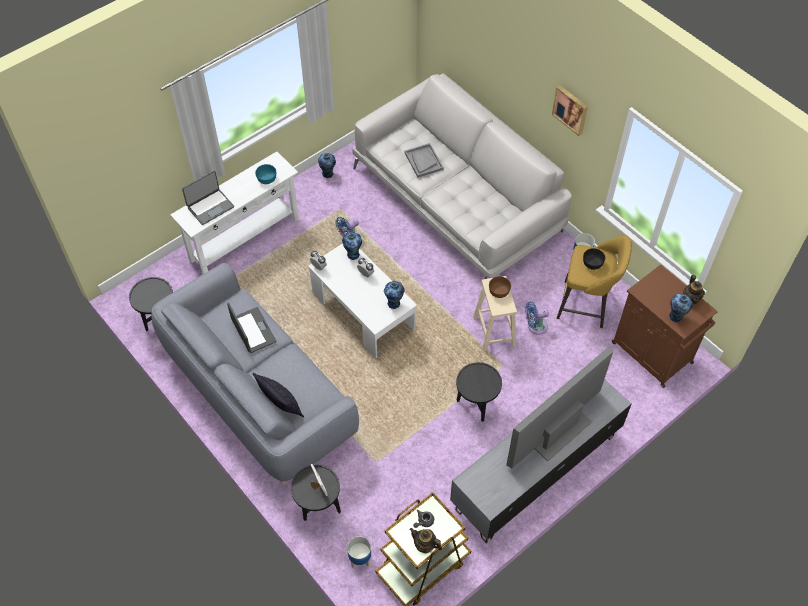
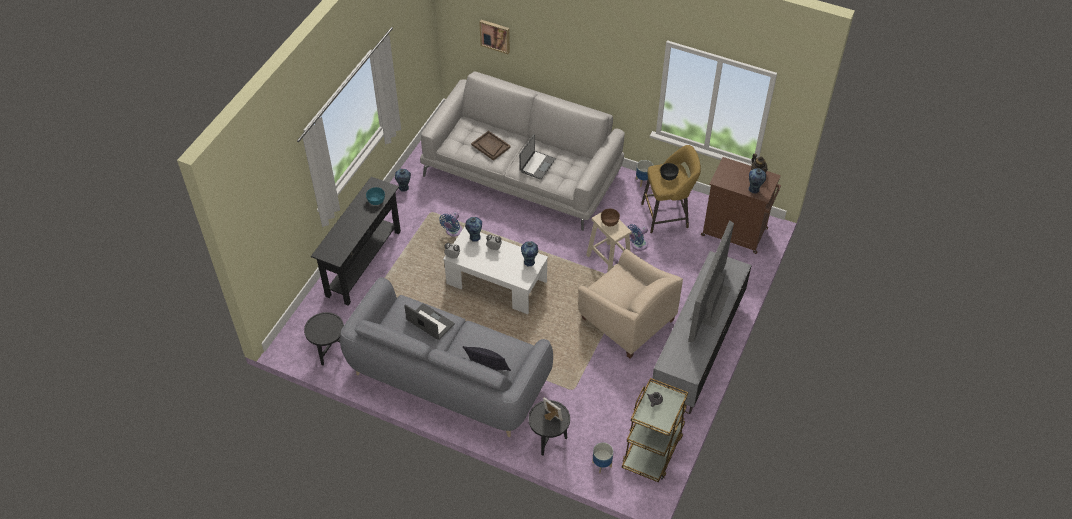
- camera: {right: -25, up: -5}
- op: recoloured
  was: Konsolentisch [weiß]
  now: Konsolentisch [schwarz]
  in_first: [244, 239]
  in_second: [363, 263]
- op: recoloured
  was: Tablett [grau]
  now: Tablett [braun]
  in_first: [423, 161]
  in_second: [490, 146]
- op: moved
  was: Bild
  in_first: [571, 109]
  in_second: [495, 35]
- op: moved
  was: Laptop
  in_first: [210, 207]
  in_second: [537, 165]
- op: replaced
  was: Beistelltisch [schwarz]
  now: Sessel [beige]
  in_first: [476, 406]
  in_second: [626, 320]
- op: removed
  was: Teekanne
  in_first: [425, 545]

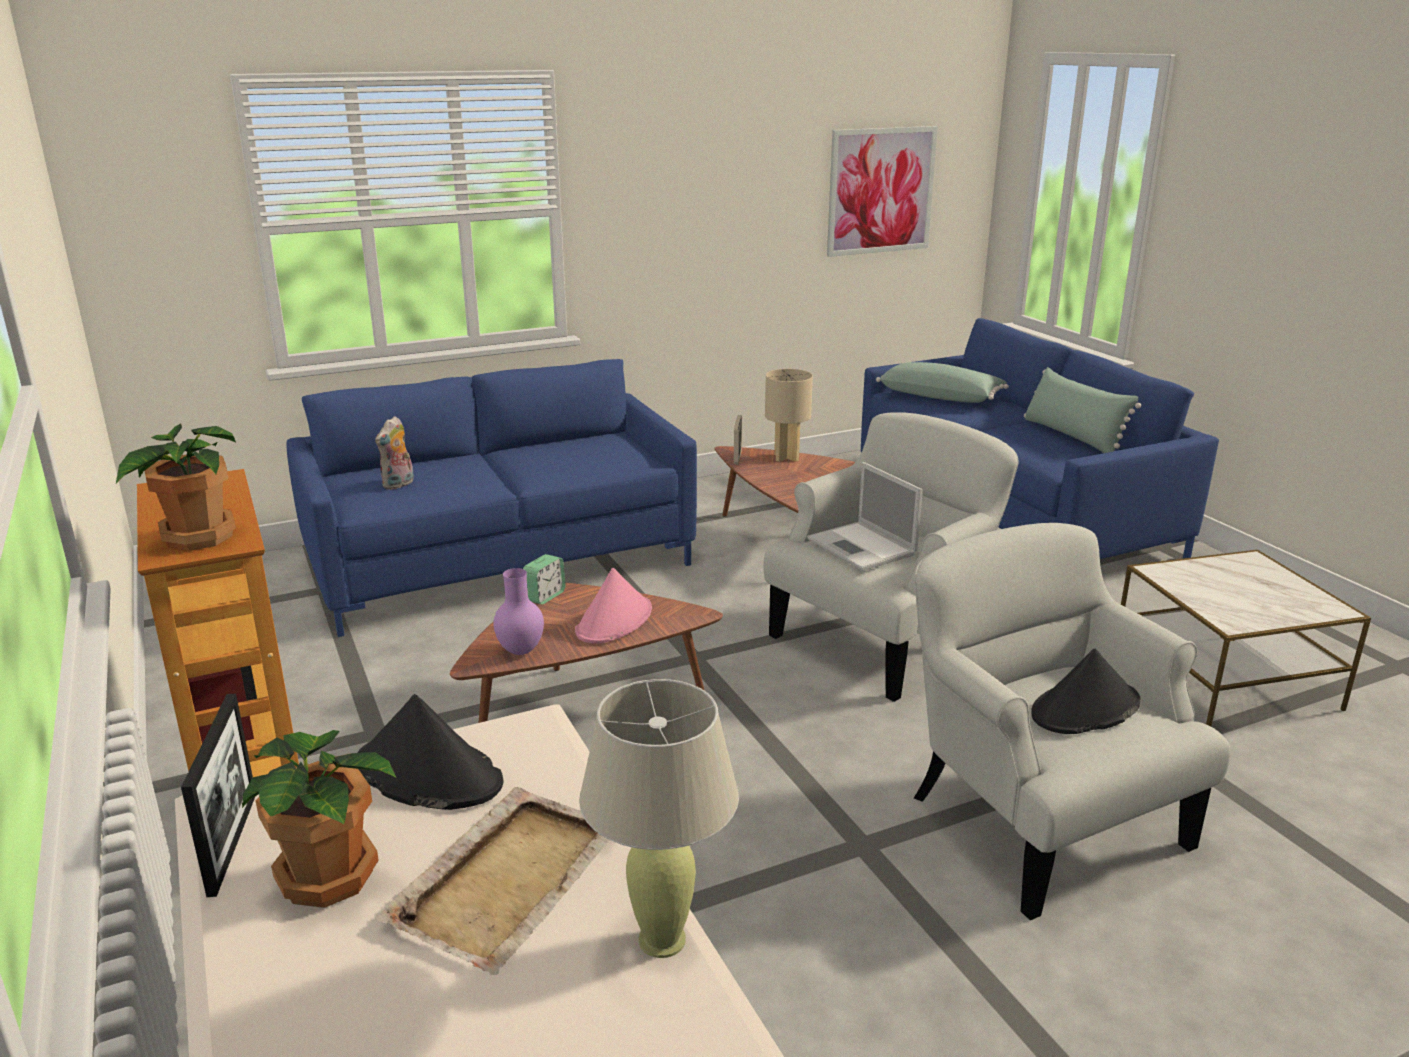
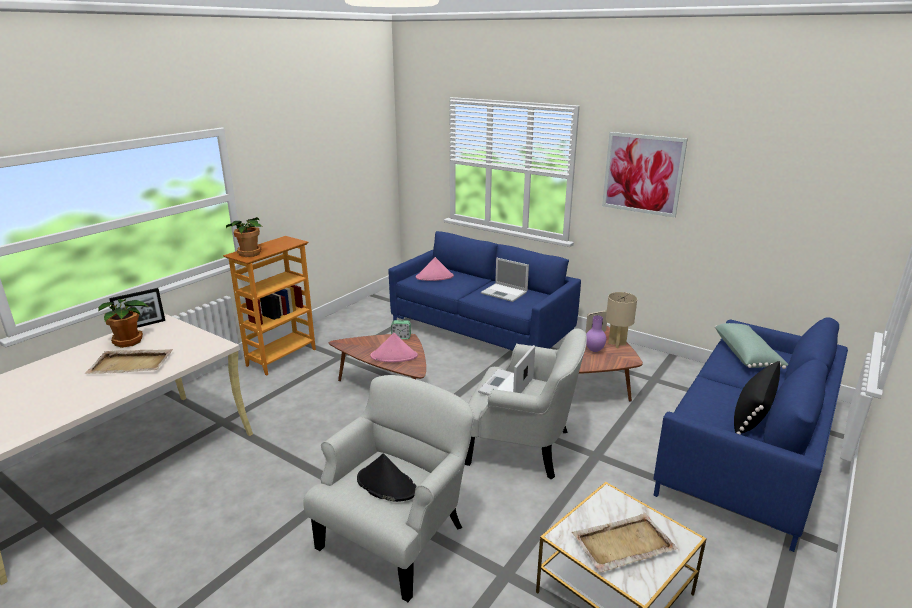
- camera: {right: 60, up: 0}
- op: replaced
  was: Plüschtier
  now: Hut [rosa]
  in_first: [399, 484]
  in_second: [434, 277]
- op: added
  now: Laptop
  in_second: [505, 293]
- op: added
  now: Tablett [beige]
  in_second: [622, 544]
- op: moved
  was: Vase [lila]
  in_first: [520, 651]
  in_second: [594, 350]
- op: moved
  was: Bild
  in_first: [881, 191]
  in_second: [642, 174]
- op: recoloured
  was: Kissen [grün]
  now: Kissen [schwarz]
  in_first: [1072, 436]
  in_second: [752, 413]
- op: removed
  was: Hut [schwarz]
  in_first: [427, 774]
- op: removed
  was: Tischlampe [beige]
  in_first: [661, 939]

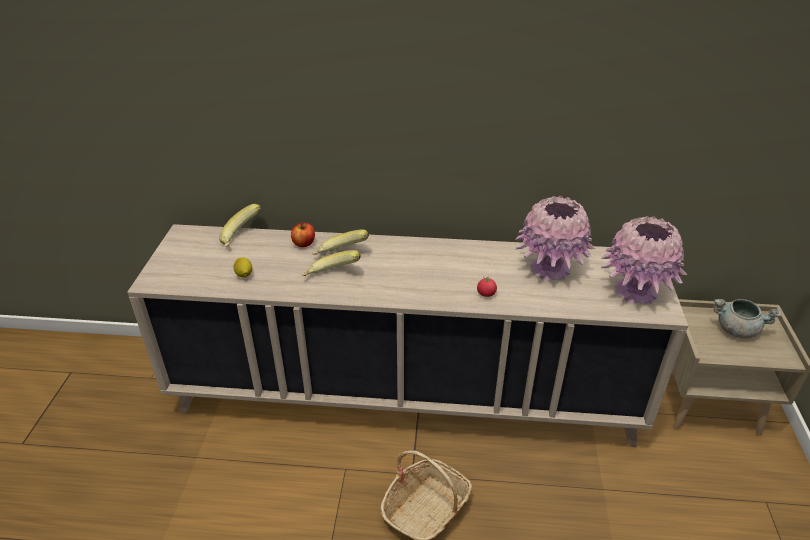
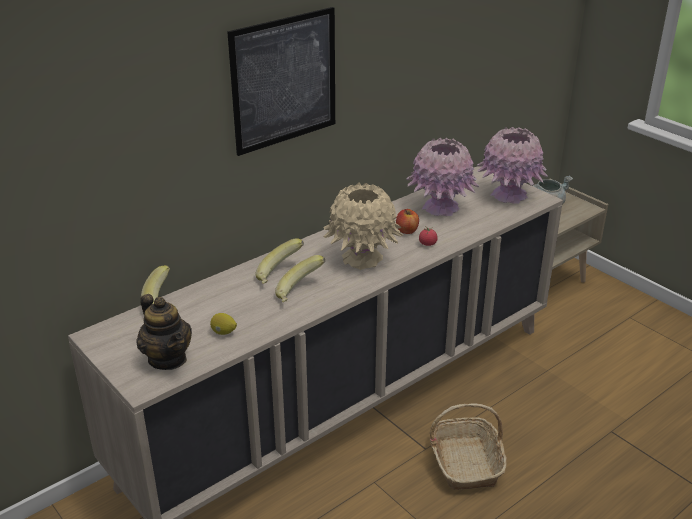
- camera: {right: -45, up: -5}
- op: added
  now: Teekanne
  in_second: [168, 359]
- op: added
  now: Bild
  in_second: [284, 80]
- op: added
  now: Vase [beige]
  in_second: [362, 258]
- op: moved
  was: Apfel
  in_first: [304, 243]
  in_second: [407, 230]

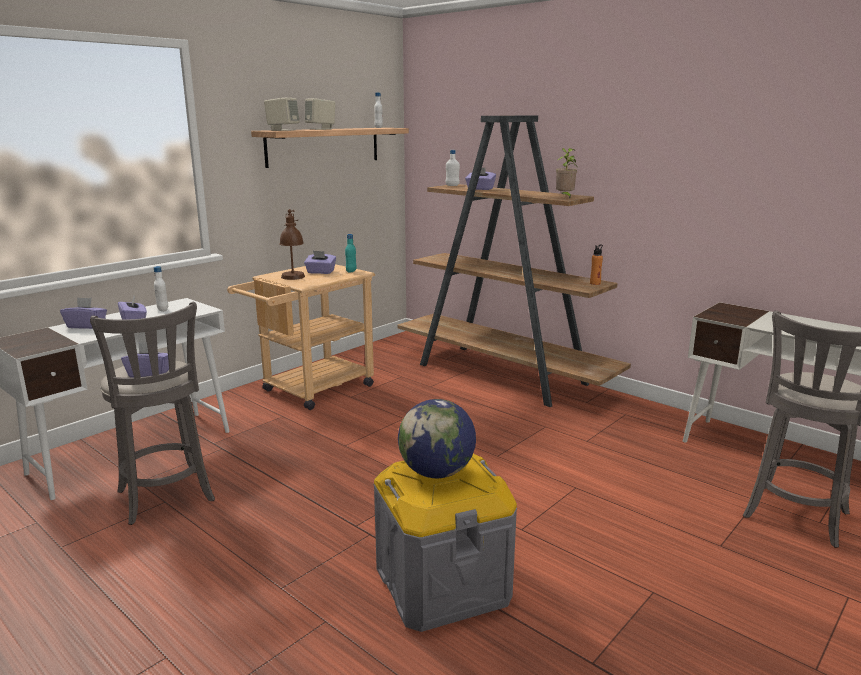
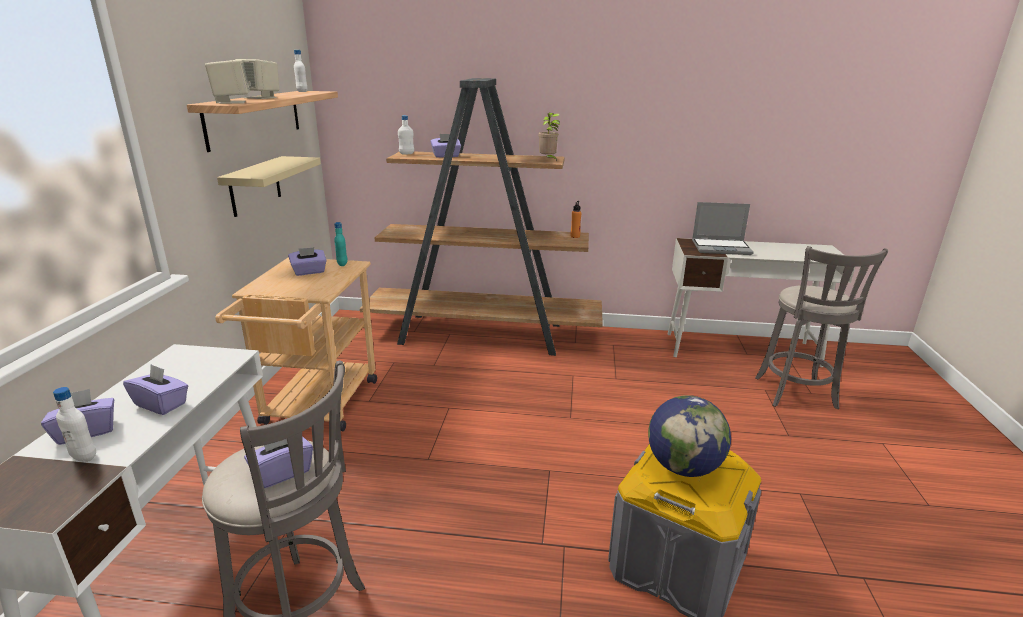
- camera: {right: -35, up: 5}
- op: moved
  was: Flasche [weiß]
  in_first: [163, 310]
  in_second: [84, 457]
- op: added
  now: Wandregal [beige]
  in_second: [255, 186]
- op: added
  now: Laptop
  in_second: [721, 248]
- op: removed
  was: Tischlampe [braun]
  in_first: [294, 279]

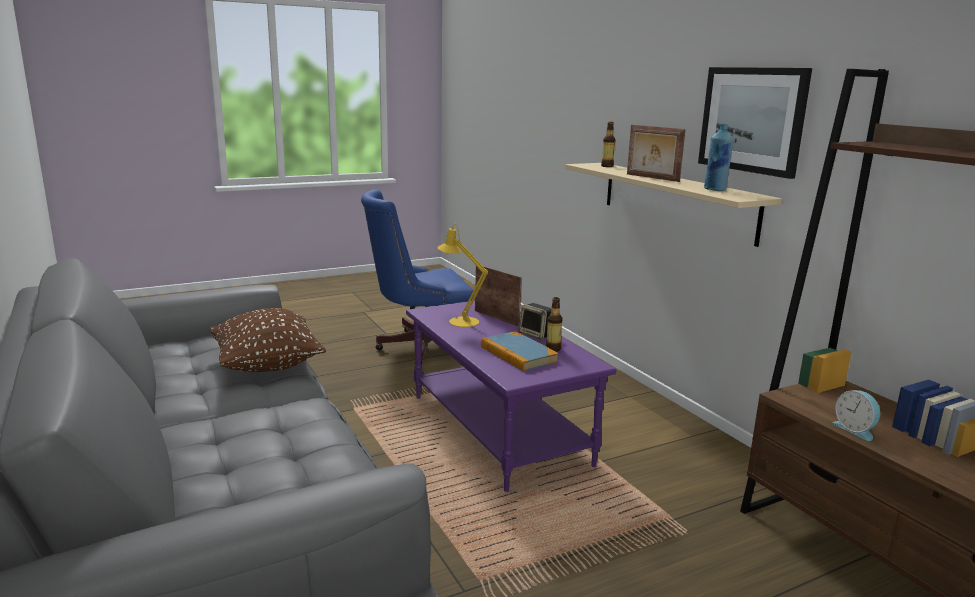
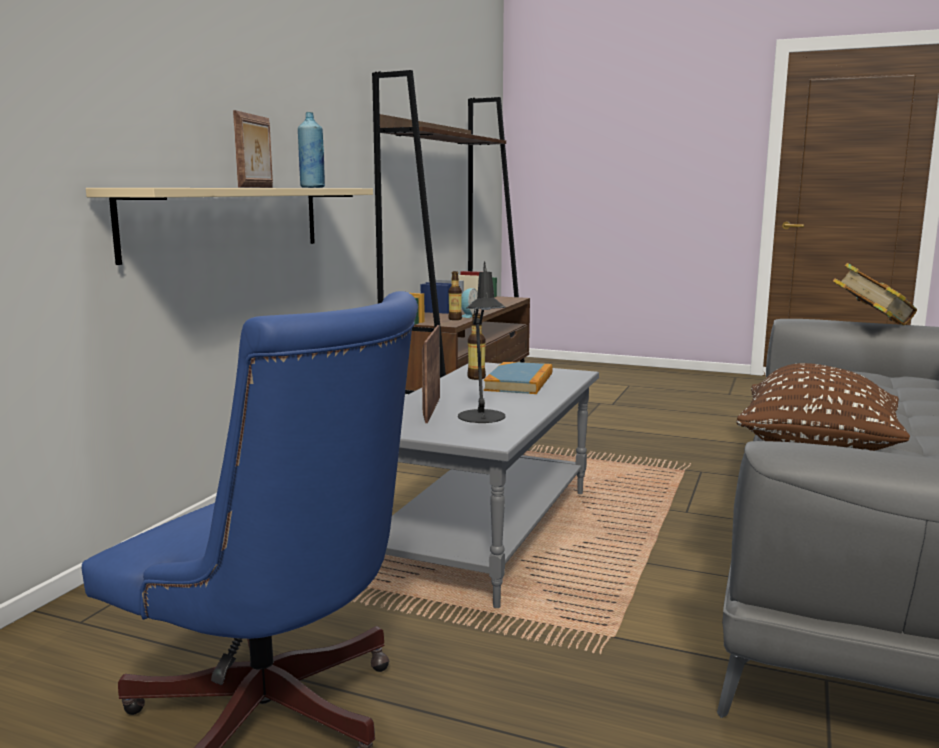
- camera: {right: -130, up: -5}
- op: recoloured
  was: Couchtisch [lila]
  now: Couchtisch [grau]
  in_first: [496, 429]
  in_second: [486, 533]
- op: moved
  was: Flasche
  in_first: [607, 166]
  in_second: [455, 319]
- op: recoloured
  was: Tischlampe [gelb]
  now: Tischlampe [schwarz]
  in_first: [460, 321]
  in_second: [482, 418]
- op: added
  now: Buch
  in_second: [871, 324]
- op: removed
  was: Lautsprecher
  in_first: [536, 334]
- op: removed
  was: Bild
  in_first: [752, 120]

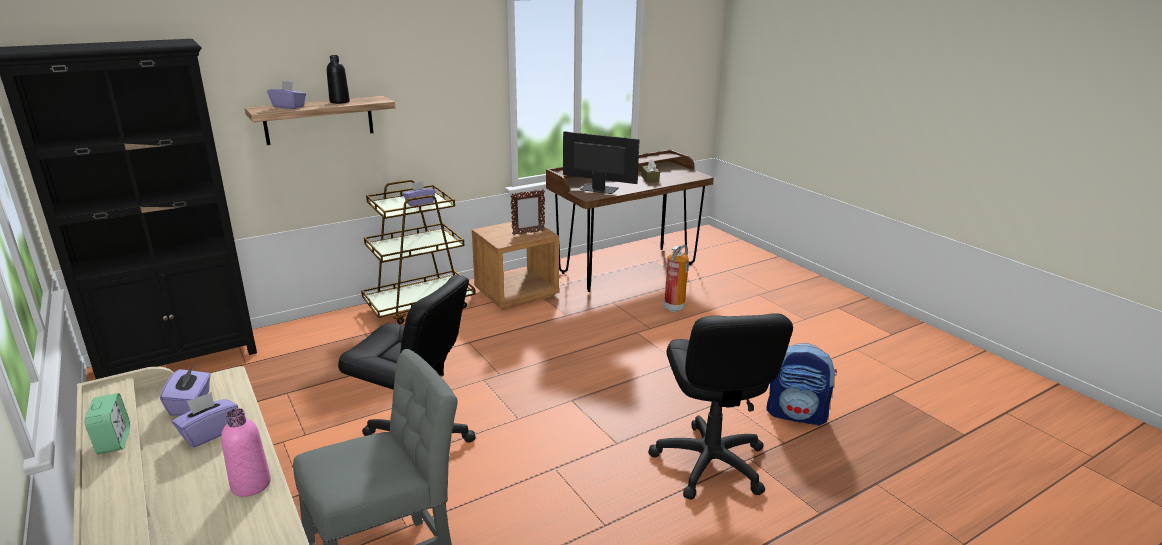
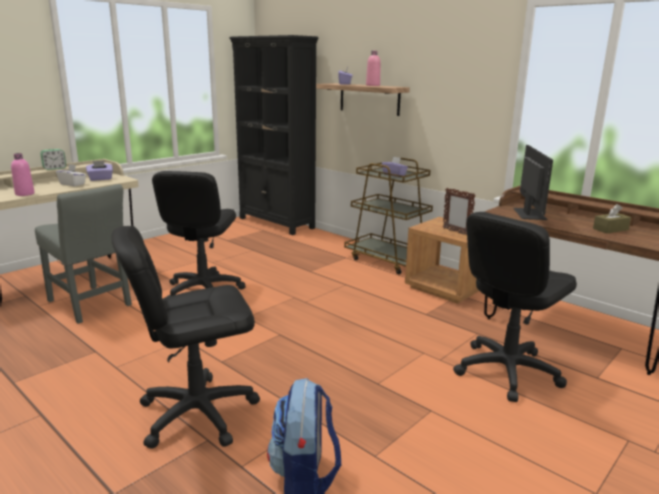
- camera: {right: 75, up: -5}
- op: recoloured
  was: Taschentuchbox [lila]
  now: Taschentuchbox [weiß]
  in_first: [209, 433]
  in_second: [73, 184]
- op: recoloured
  was: Flasche [schwarz]
  now: Flasche [rosa]
  in_first: [339, 102]
  in_second: [373, 85]
- op: replaced
  was: Feuerlöscher
  now: Bürostuhl [schwarz]
  in_first: [674, 307]
  in_second: [506, 371]

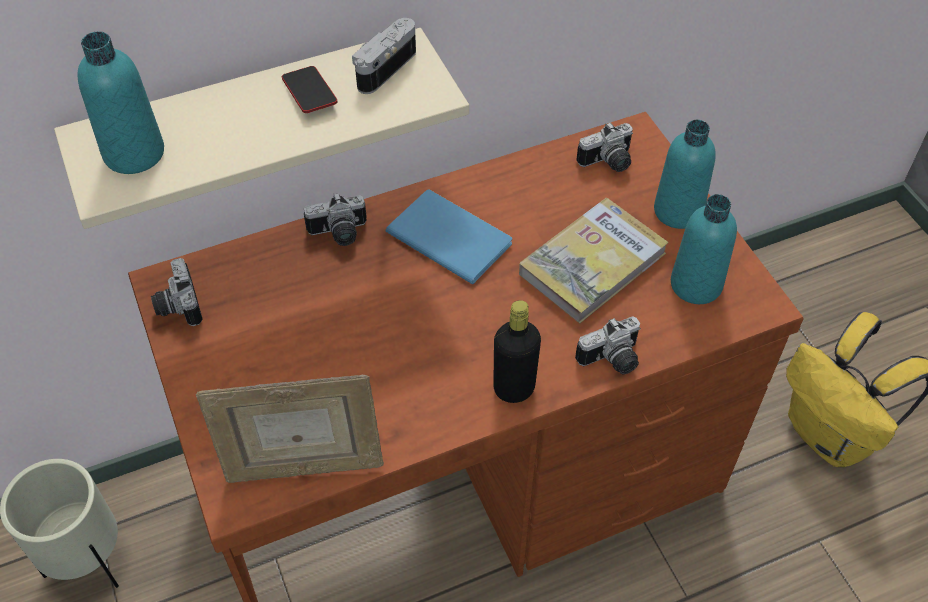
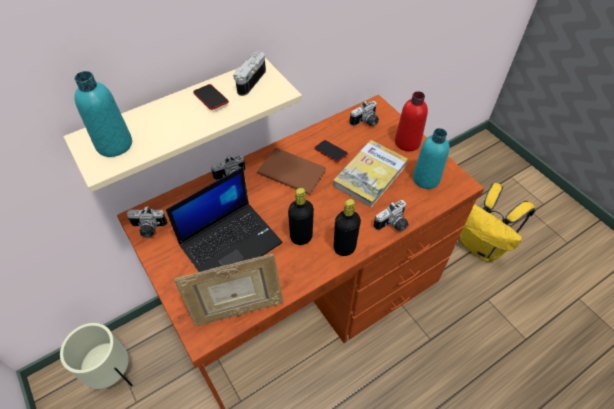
- camera: {right: -10, up: 0}
- op: turned
  was: Kamera
  in_first: [177, 305]
  in_second: [148, 229]
  clockwise: -60
- op: added
  now: Laptop
  in_second: [231, 242]
- op: recoloured
  was: Buch [blau]
  now: Buch [braun]
  in_first: [448, 235]
  in_second: [291, 170]
- op: added
  now: Flasche [schwarz]
  in_second: [301, 237]
- op: added
  now: Handy
  in_second: [330, 152]
- op: recoloured
  was: Flasche [türkis]
  now: Flasche [rot]
  in_first: [678, 211]
  in_second: [407, 142]

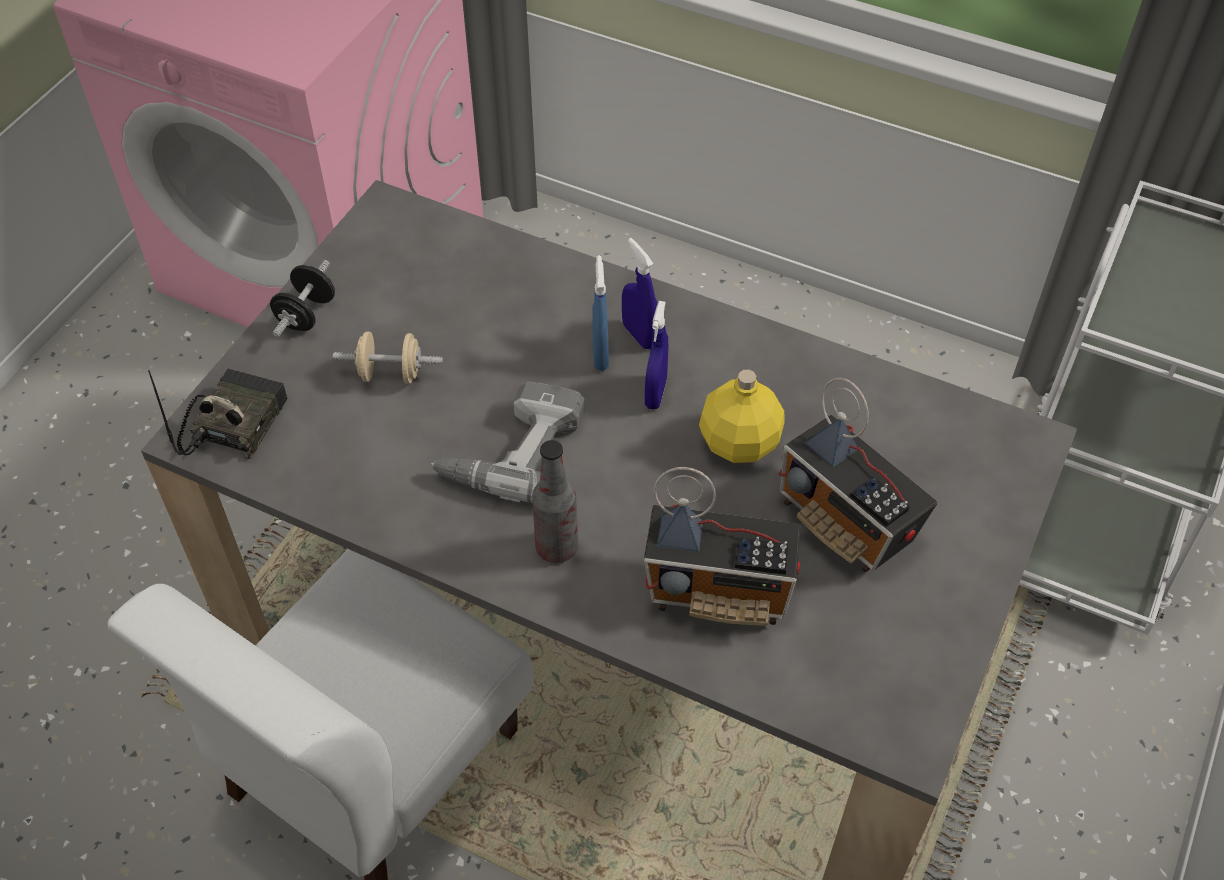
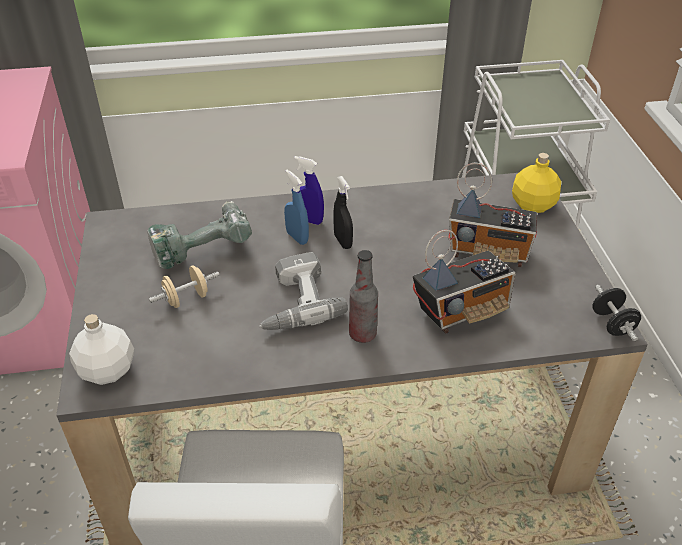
- camera: {right: -35, up: -10}
- op: replaced
  was: Radio
  now: Flasche [weiß]
  in_first: [232, 423]
  in_second: [108, 370]
- op: added
  now: Bohrmaschine
  in_second: [201, 247]
- op: recoloured
  was: Sprühflasche [blau]
  now: Sprühflasche [schwarz]
  in_first: [655, 393]
  in_second: [343, 241]
- op: moved
  was: Flasche [gelb]
  in_first: [740, 442]
  in_second: [533, 204]
- op: moved
  was: Hantel [schwarz]
  in_first: [306, 314]
  in_second: [612, 324]

